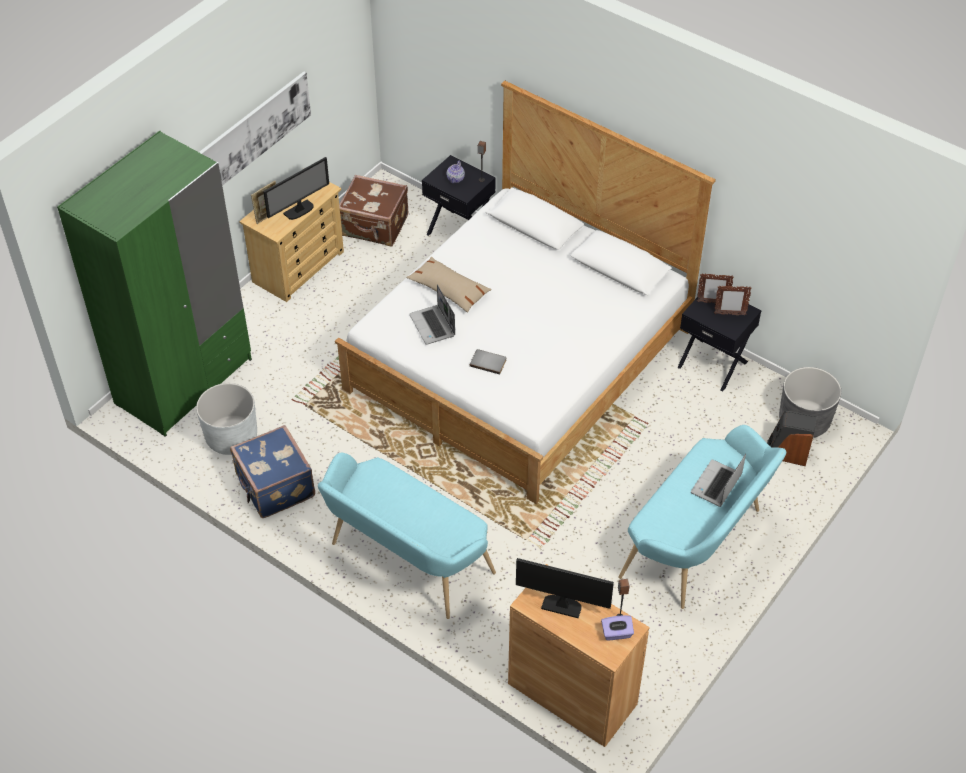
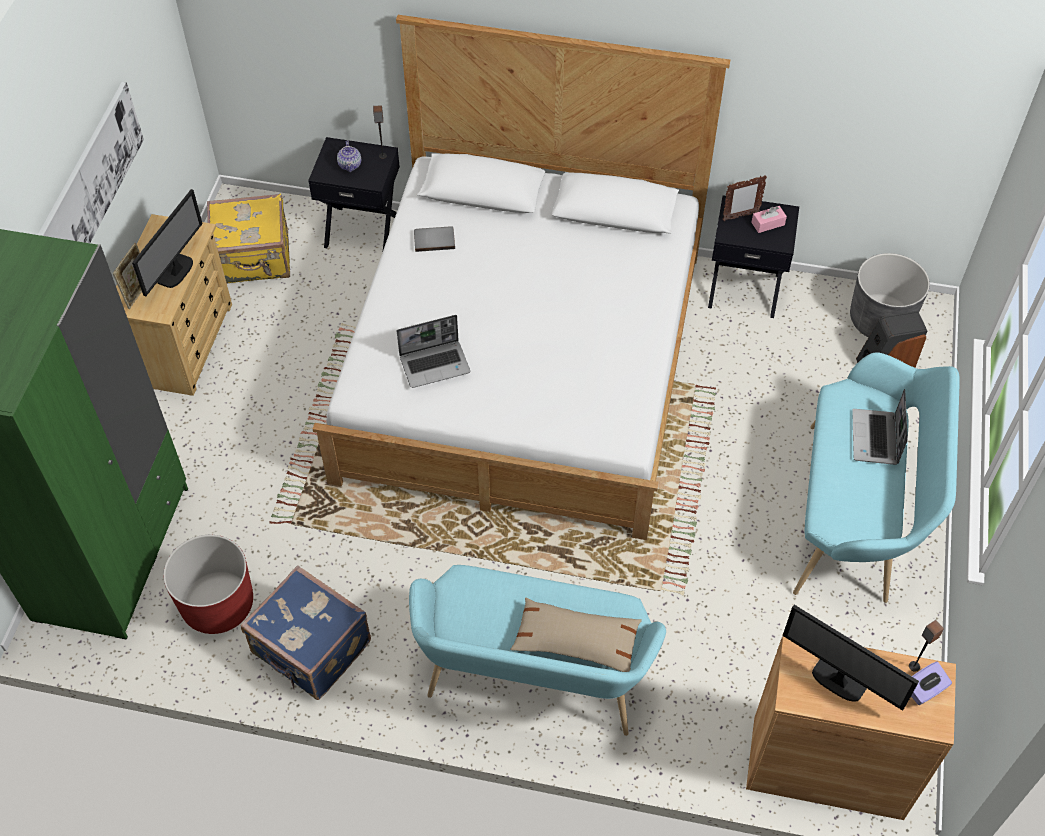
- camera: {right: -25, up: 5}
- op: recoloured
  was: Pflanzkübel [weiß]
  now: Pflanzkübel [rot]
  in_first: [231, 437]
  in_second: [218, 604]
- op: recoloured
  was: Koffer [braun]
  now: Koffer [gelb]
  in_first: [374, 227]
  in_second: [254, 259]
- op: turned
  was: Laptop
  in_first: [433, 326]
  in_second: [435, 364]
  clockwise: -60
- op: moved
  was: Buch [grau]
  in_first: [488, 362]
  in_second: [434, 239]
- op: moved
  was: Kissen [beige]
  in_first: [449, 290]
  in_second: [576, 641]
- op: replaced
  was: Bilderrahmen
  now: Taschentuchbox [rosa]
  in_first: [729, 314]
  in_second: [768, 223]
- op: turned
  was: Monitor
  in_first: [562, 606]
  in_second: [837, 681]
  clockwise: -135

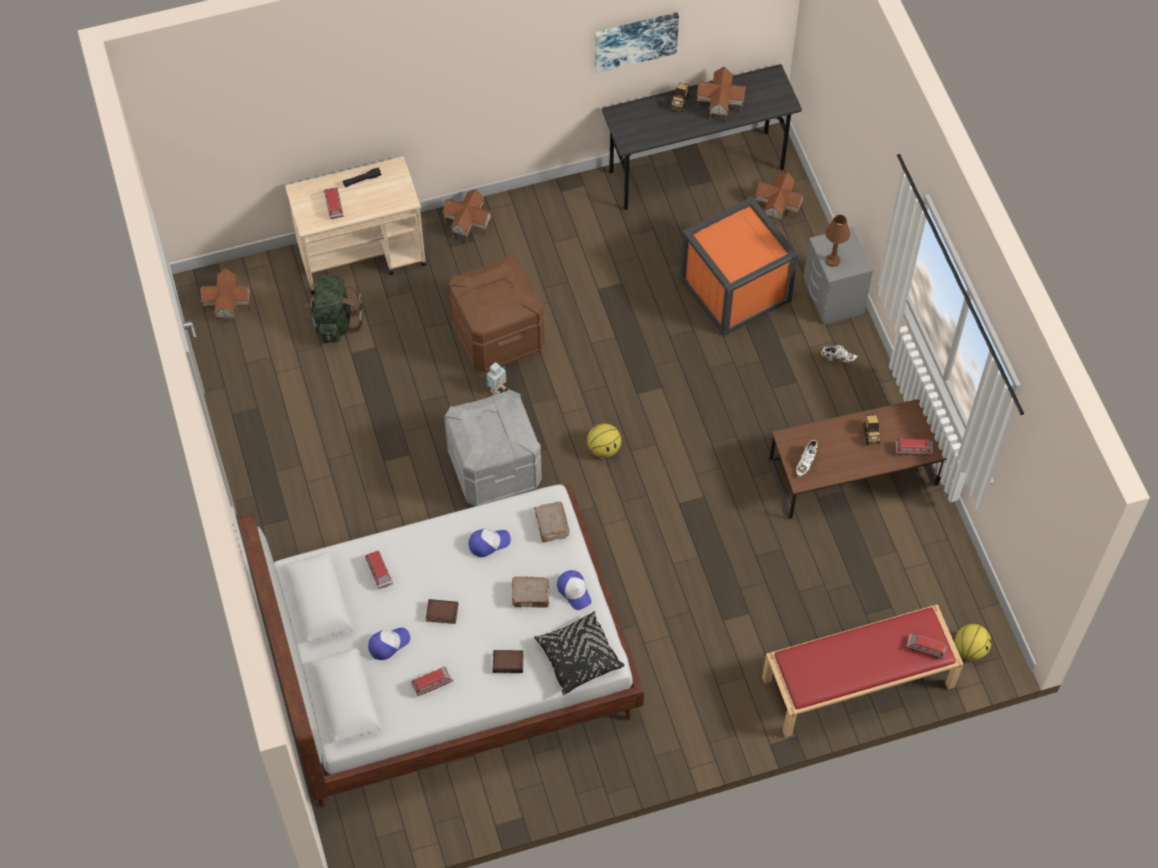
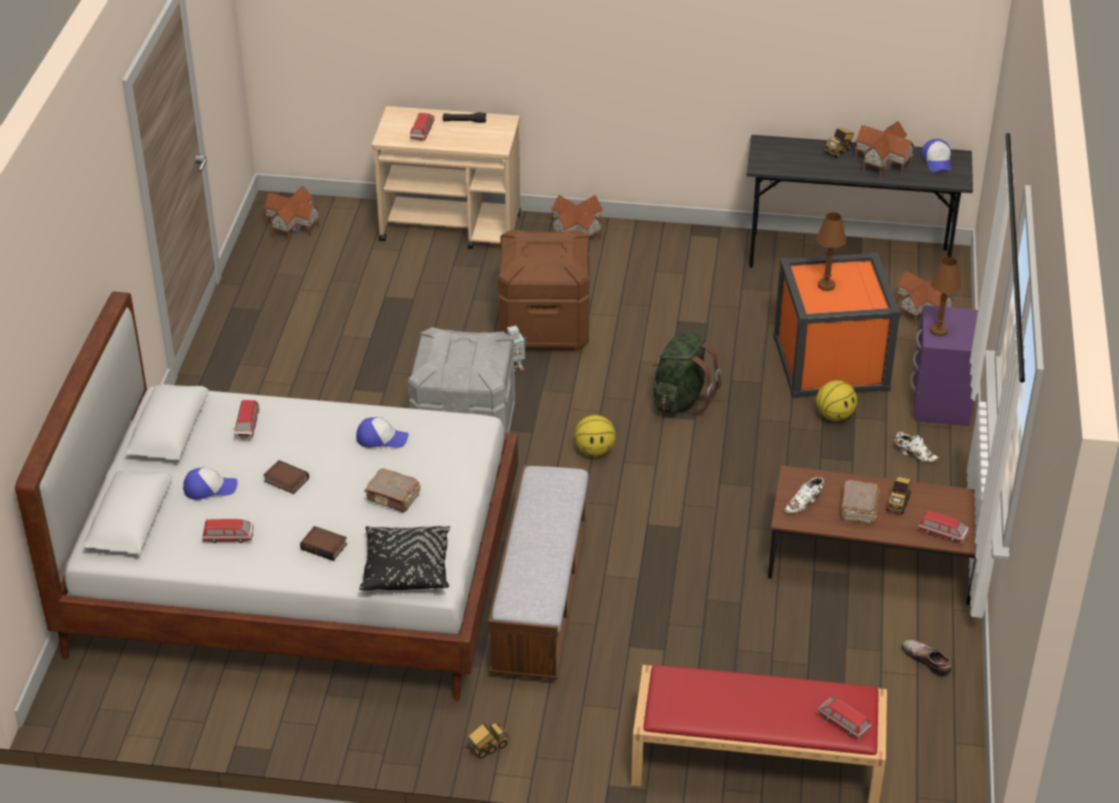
- camera: {right: 25, up: -20}
- op: added
  now: Spielzeuglaster
  in_second: [487, 747]
- op: added
  now: Bank
  in_second: [540, 600]
- op: moved
  was: Rucksack [grün]
  in_first: [335, 322]
  in_second: [680, 400]
- op: added
  now: Tischlampe [braun]
  in_second: [826, 285]
- op: moved
  was: Basketball
  in_first: [970, 649]
  in_second: [835, 416]
- op: moved
  was: Buch [braun]
  in_first: [551, 526]
  in_second: [857, 509]
- op: added
  now: Schuh
  in_second: [927, 659]
- op: recoloured
  was: Nachttisch [grau]
  now: Nachttisch [lila]
  in_first: [833, 297]
  in_second: [941, 402]
- op: moved
  was: Kappe
  in_first: [574, 591]
  in_second: [937, 161]
- op: removed
  was: Bild
  in_first: [635, 40]

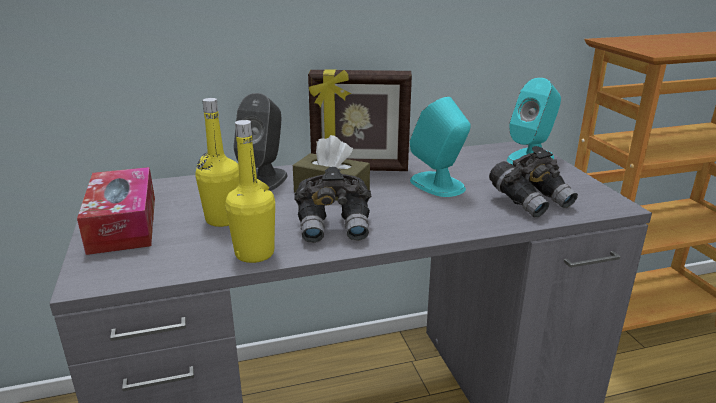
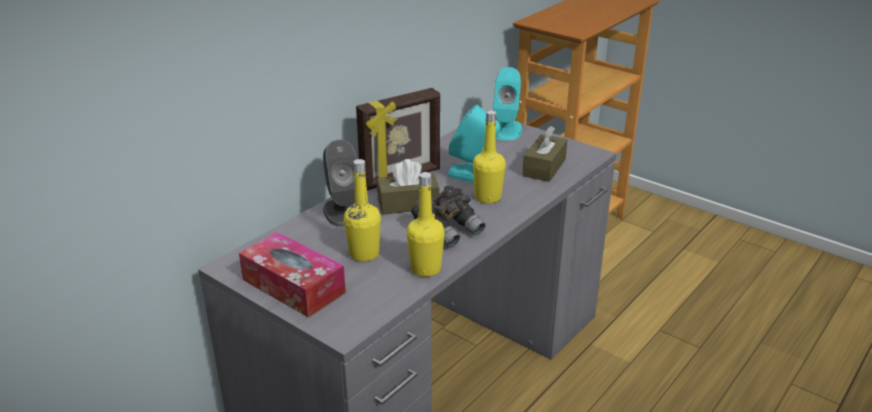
- camera: {right: -35, up: 5}
- op: added
  now: Flasche [gelb]
  in_second: [487, 197]
- op: replaced
  was: Fernglas [grau]
  now: Taschentuchbox [braun]
  in_first: [530, 201]
  in_second: [544, 167]

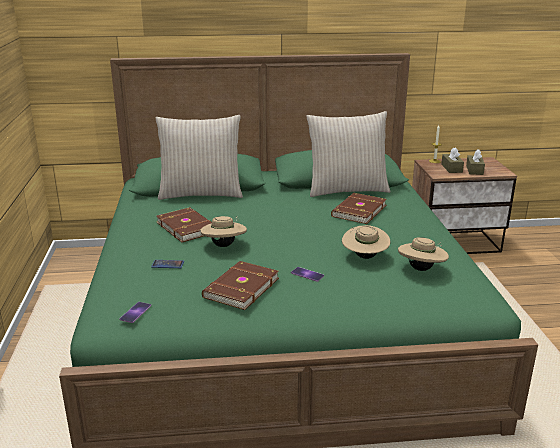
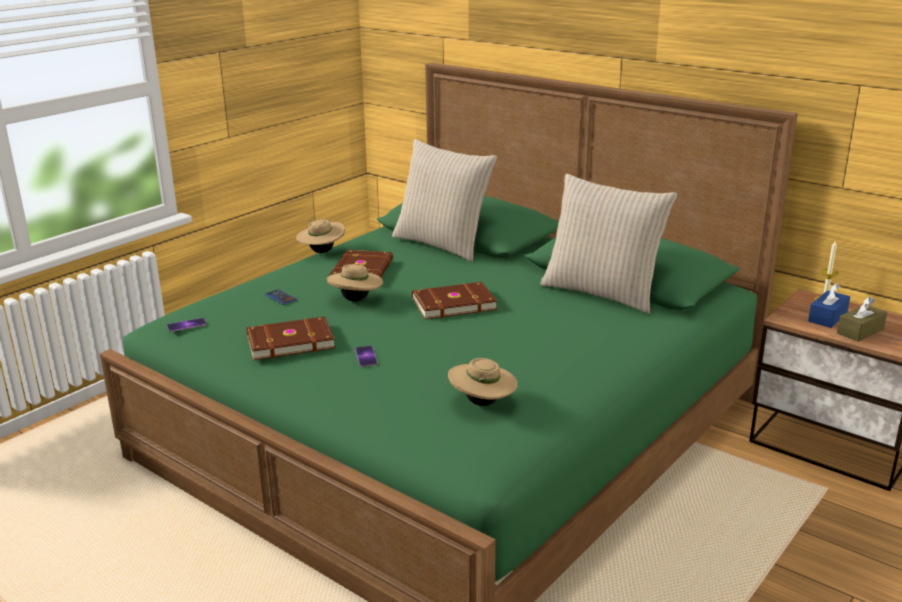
- camera: {right: 45, up: 0}
- op: moved
  was: Hut [beige]
  in_first: [364, 257]
  in_second: [321, 251]
- op: moved
  was: Buch [braun]
  in_first: [358, 211]
  in_second: [453, 303]
- op: recoloured
  was: Taschentuchbox [braun]
  now: Taschentuchbox [blau]
  in_first: [451, 168]
  in_second: [827, 317]

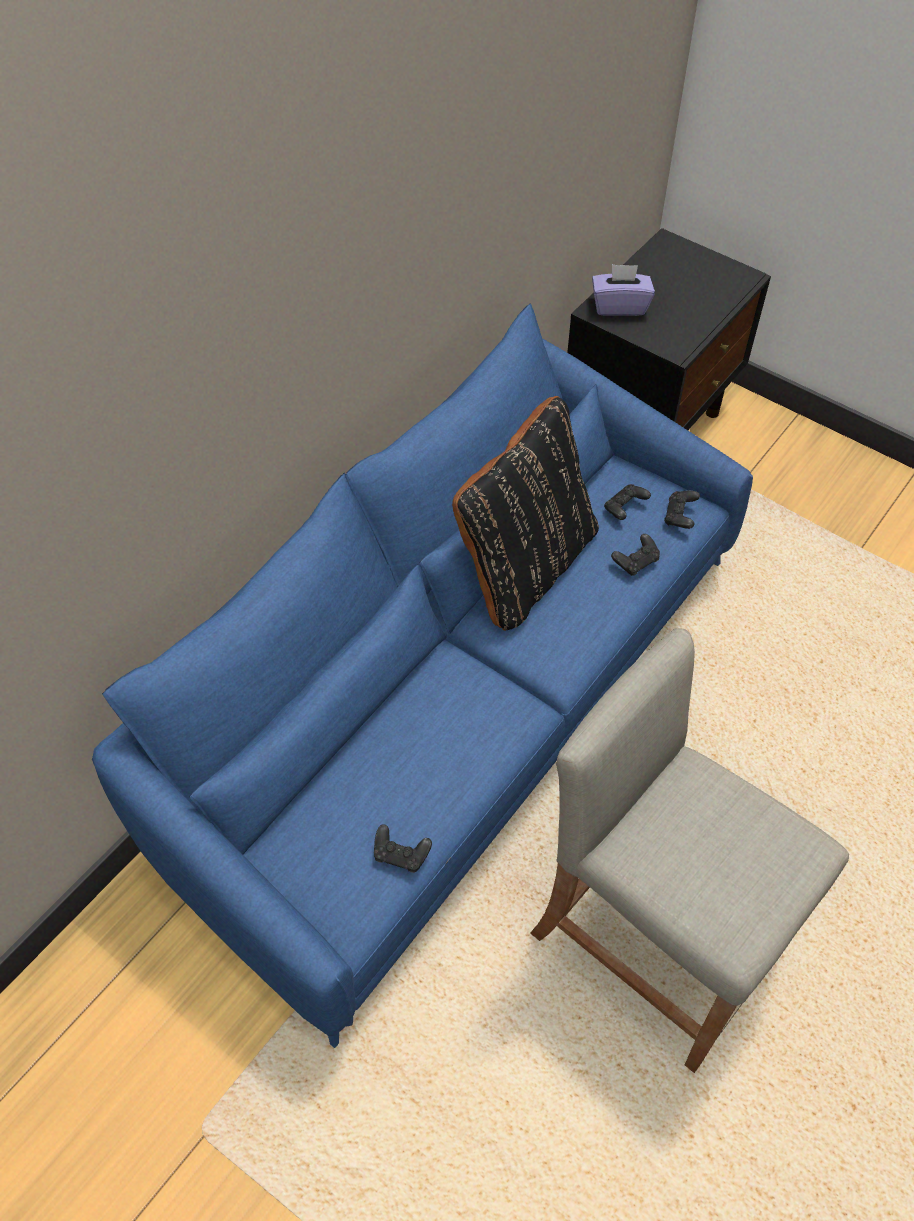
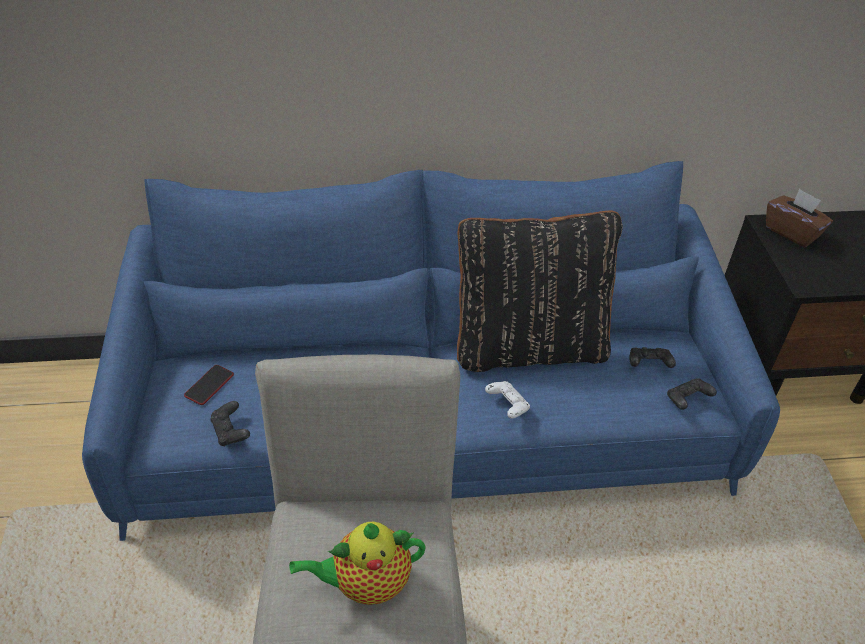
- camera: {right: 45, up: -10}
- op: added
  now: Handy
  in_second: [209, 385]
- op: added
  now: Teekanne
  in_second: [366, 584]
- op: added
  now: Gamepad [weiß]
  in_second: [507, 406]
- op: recoloured
  was: Taschentuchbox [lila]
  now: Taschentuchbox [braun]
  in_first: [619, 306]
  in_second: [792, 232]
- op: removed
  was: Gamepad [schwarz]
  in_first: [635, 562]

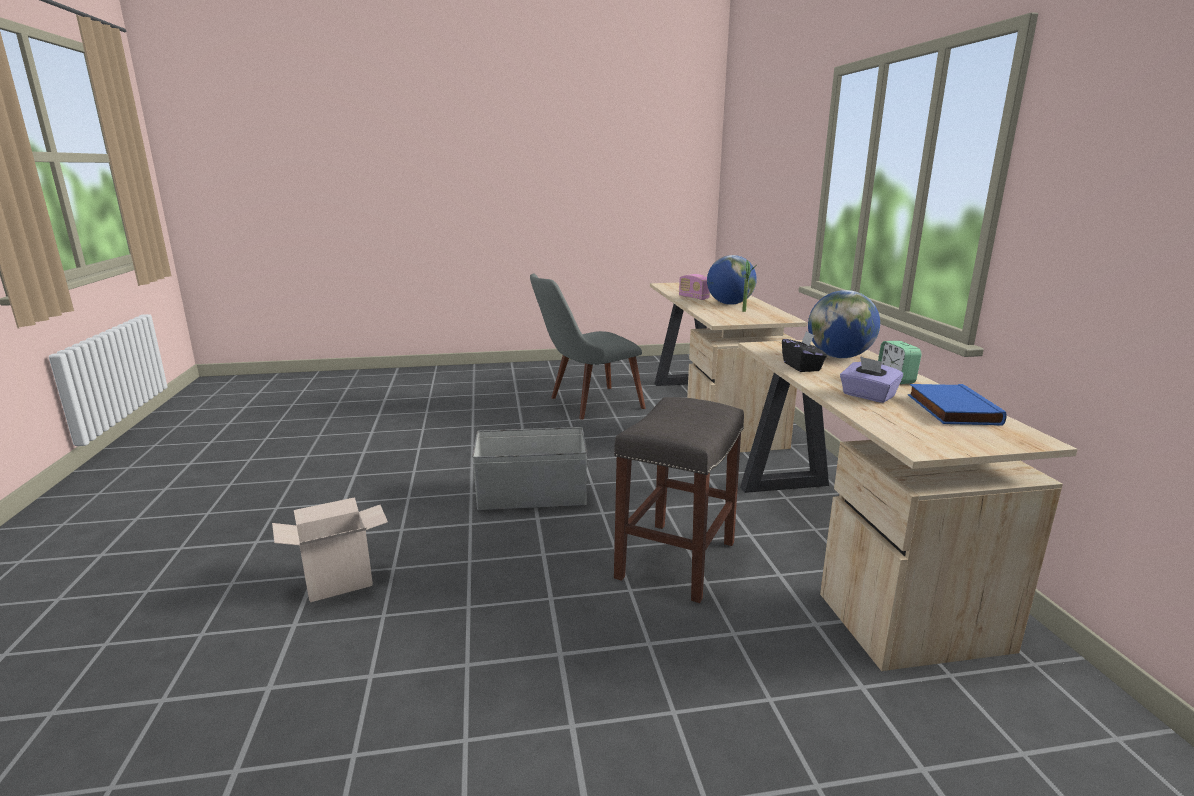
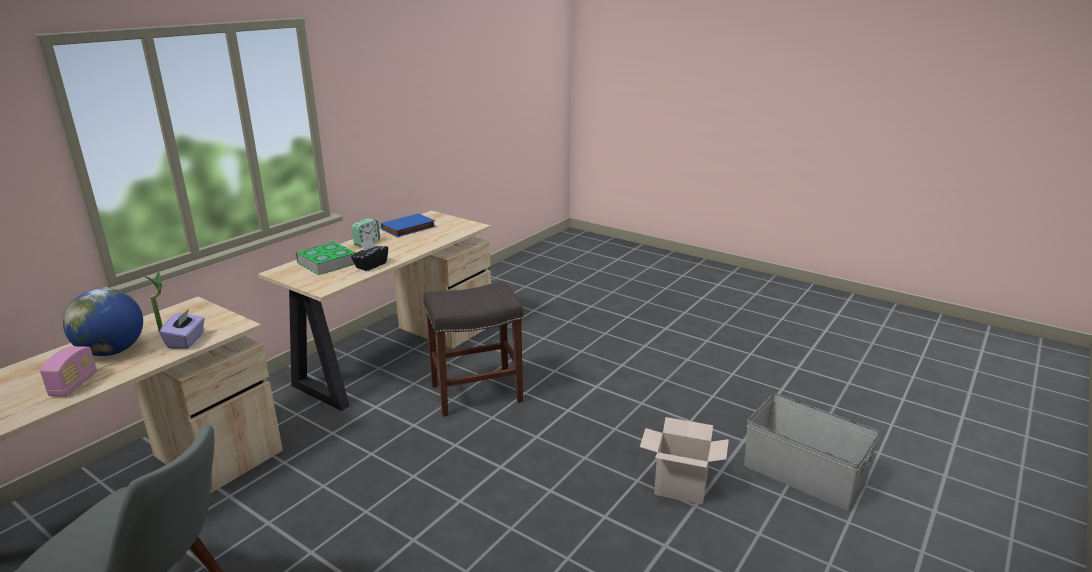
- camera: {right: -135, up: 5}
- op: moved
  was: Taschentuchbox [lila]
  in_first: [867, 396]
  in_second: [186, 341]
- op: replaced
  was: Globus
  now: Buch
  in_first: [839, 357]
  in_second: [327, 263]
- op: moved
  was: Aufbewahrungsbox [grau]
  in_first: [532, 496]
  in_second: [803, 474]

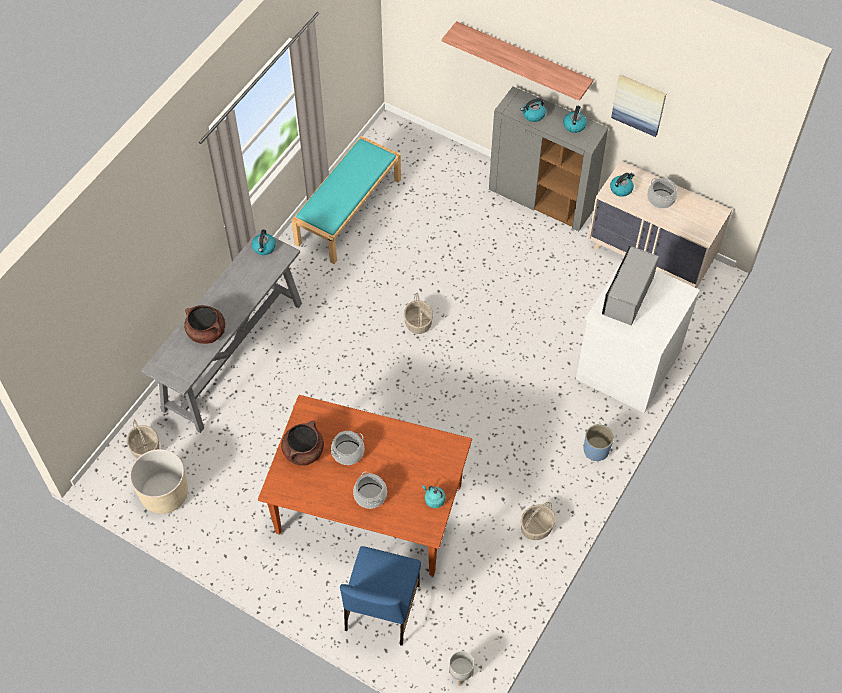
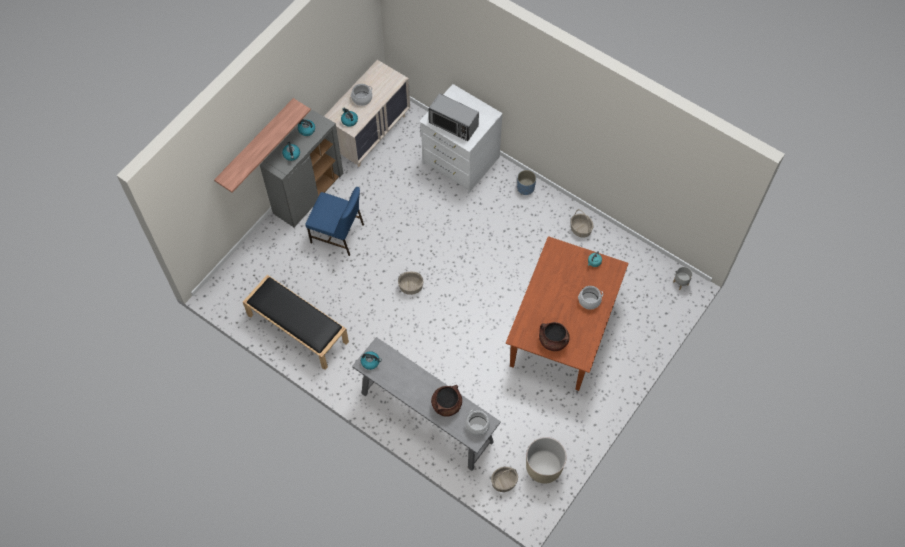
- camera: {right: -85, up: 5}
- op: recoloured
  was: Bank [türkis]
  now: Bank [schwarz]
  in_first: [348, 210]
  in_second: [297, 328]
- op: moved
  was: Stuhl [blau]
  in_first: [381, 609]
  in_second: [338, 234]
- op: moved
  was: Kochtopf
  in_first: [348, 452]
  in_second: [477, 425]
- op: removed
  was: Bild
  in_first: [639, 104]

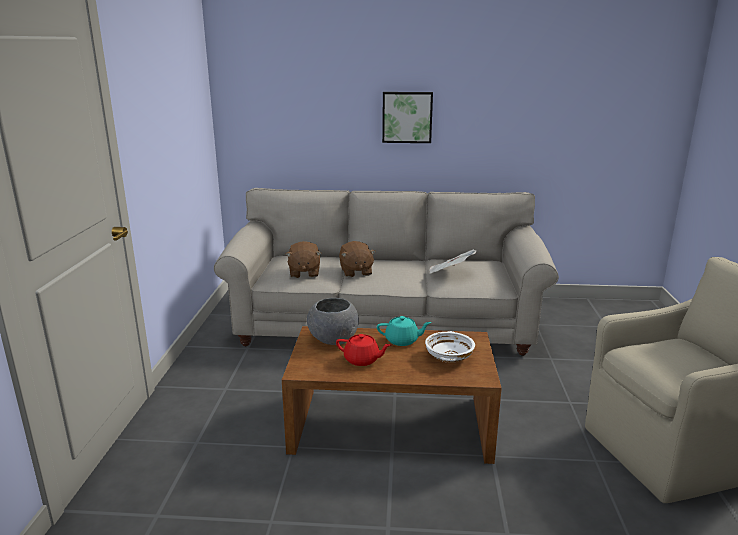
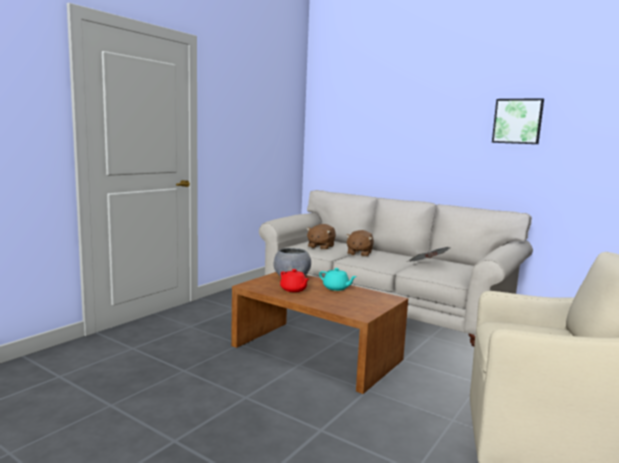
- camera: {right: 30, up: -10}
- op: moved
  was: Bild
  in_first: [407, 117]
  in_second: [517, 121]
- op: removed
  was: Schüssel [weiß]
  in_first: [448, 356]

